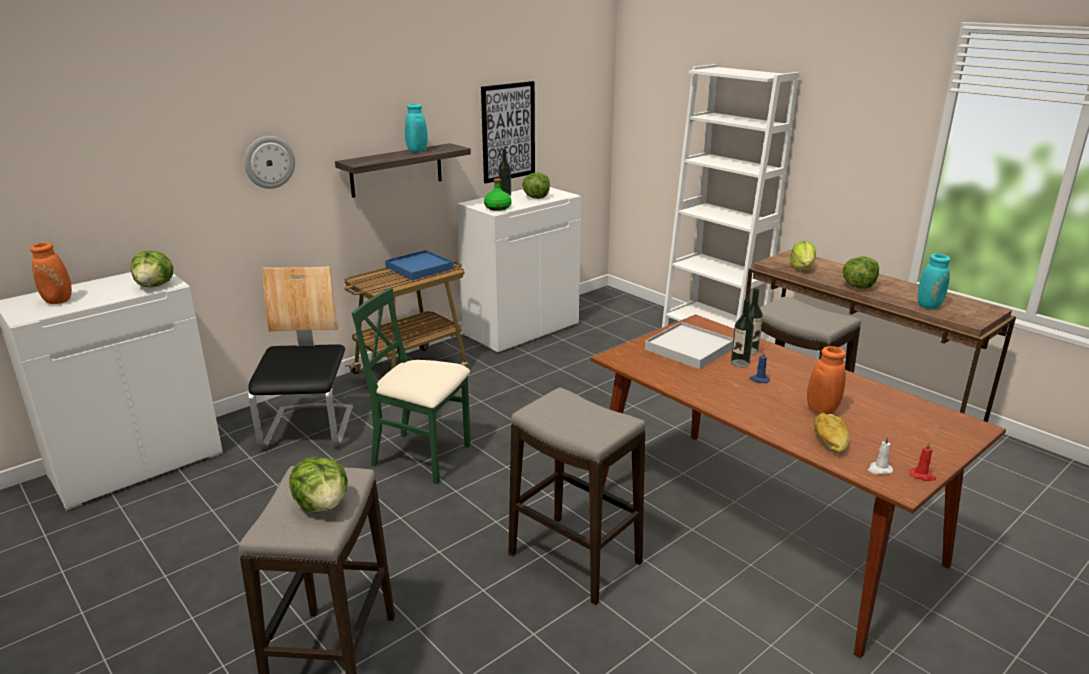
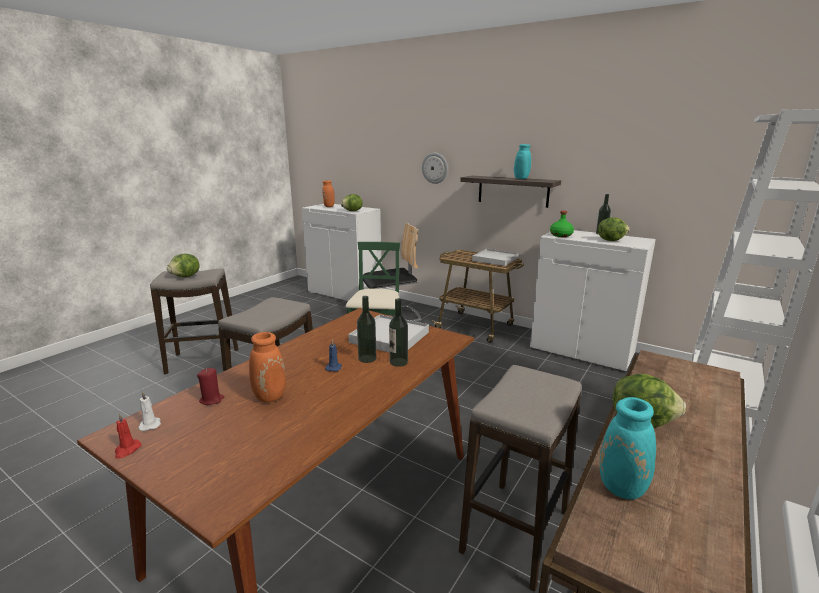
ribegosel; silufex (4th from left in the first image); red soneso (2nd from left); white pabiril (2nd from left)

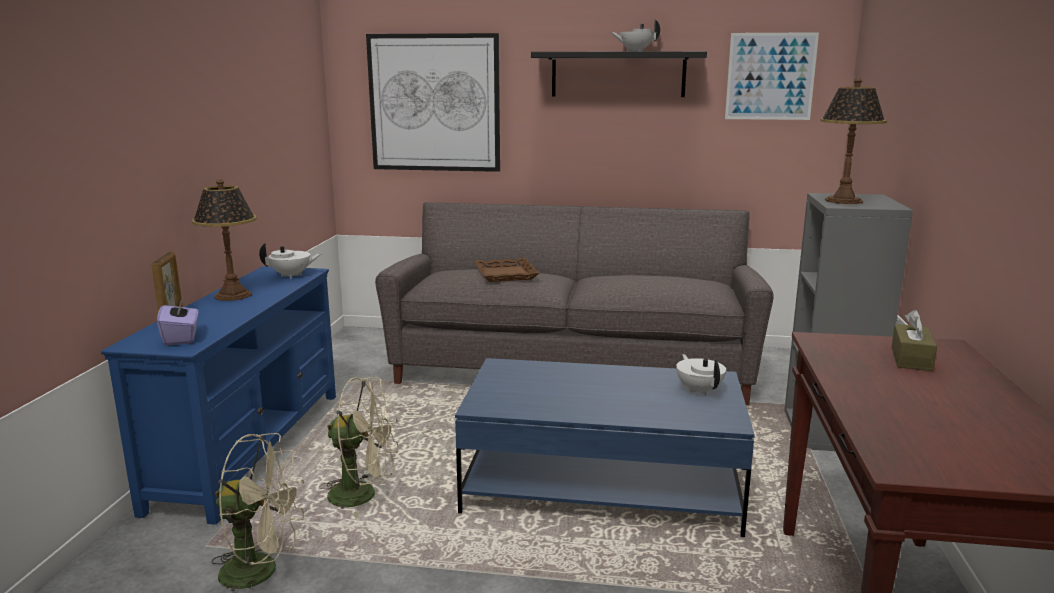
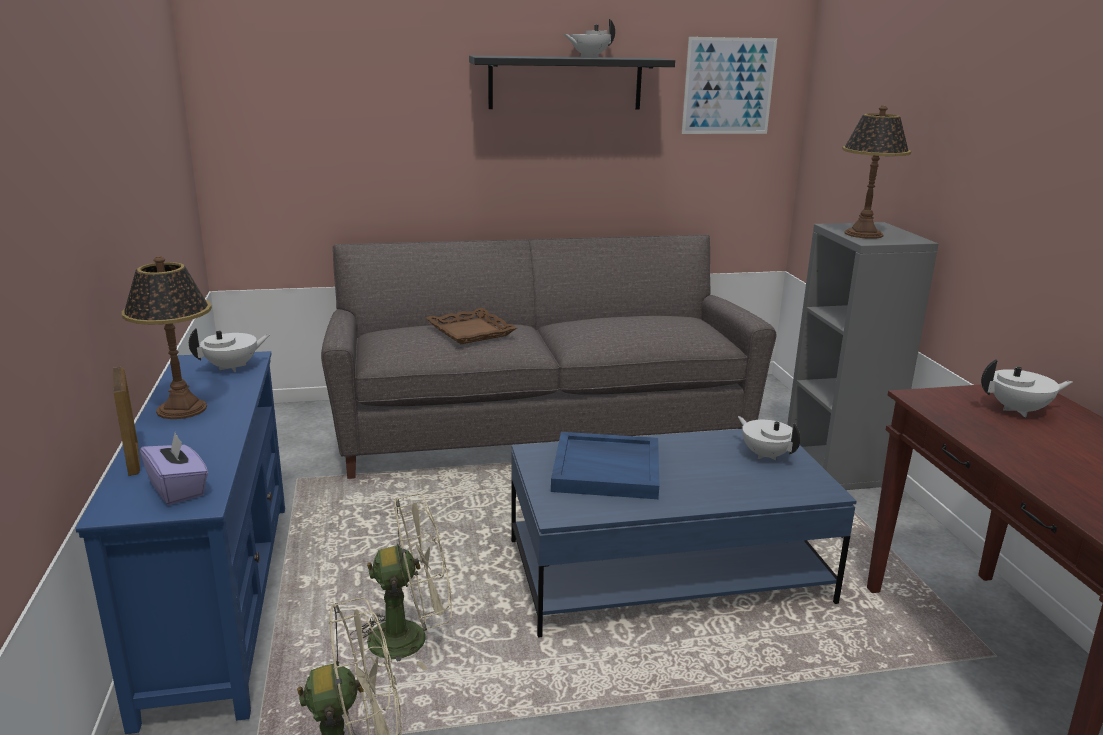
ribegosel (1st from left in the first image); blue pabiril; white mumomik (4th from left)

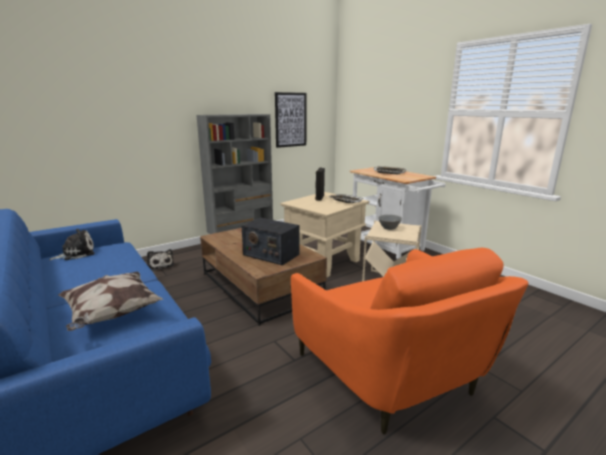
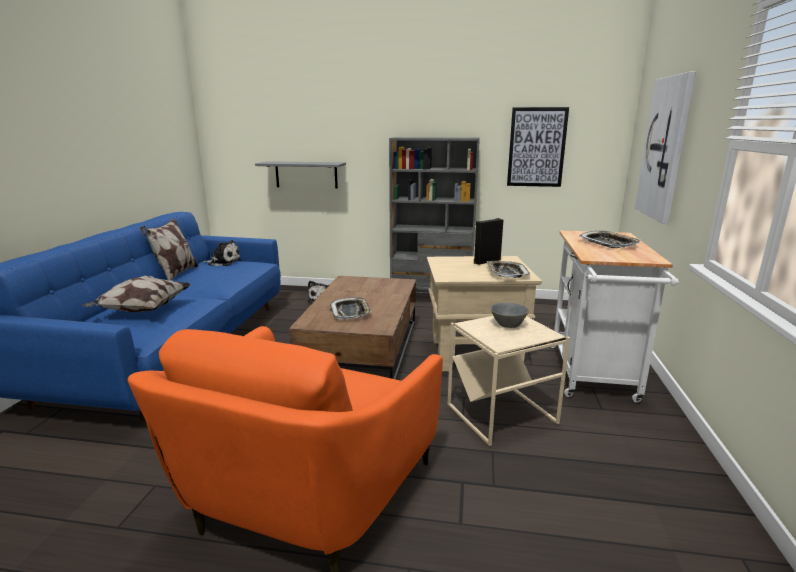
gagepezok (2nd from left); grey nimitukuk; ribegosel (2nd from left); pabiril (1st from left)

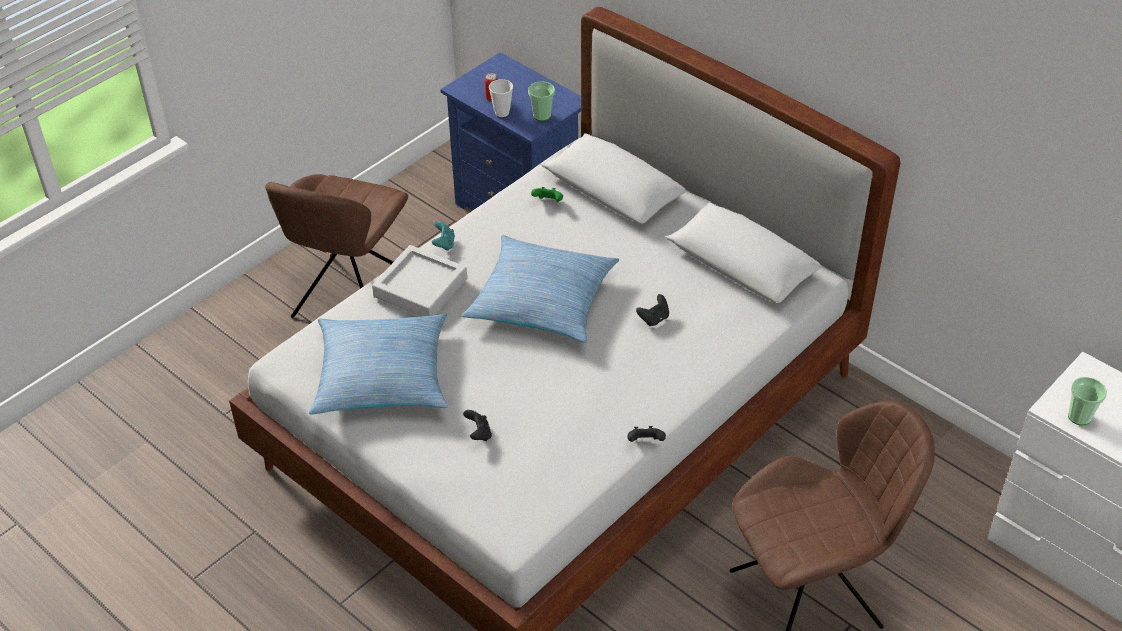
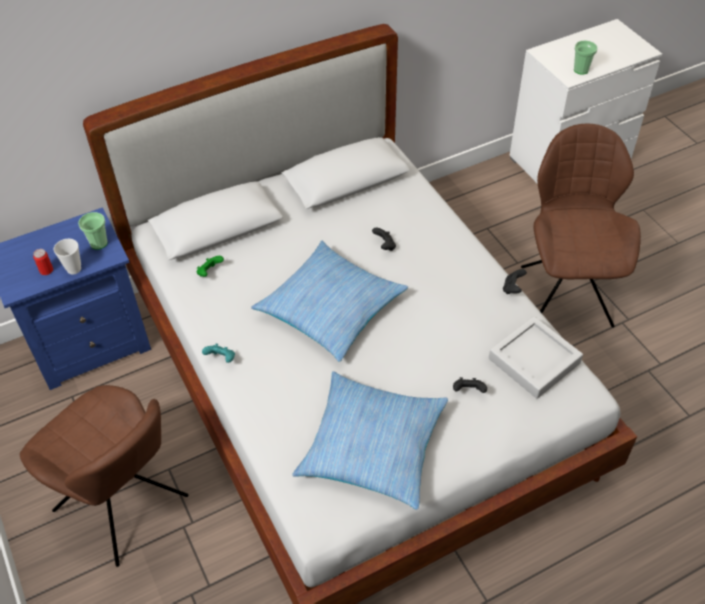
grey pabiril

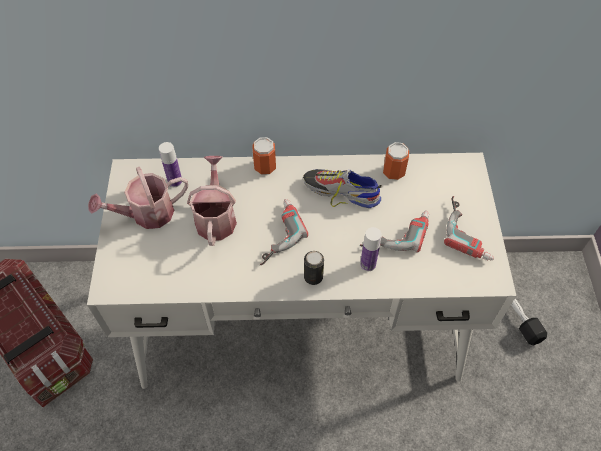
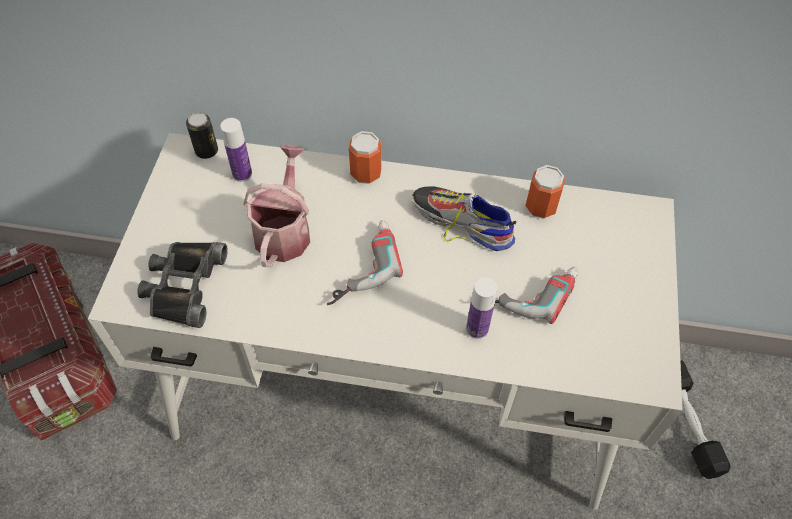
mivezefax (1st from left in the first image); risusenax (3rd from left in the first image); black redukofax; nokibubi (1st from left)

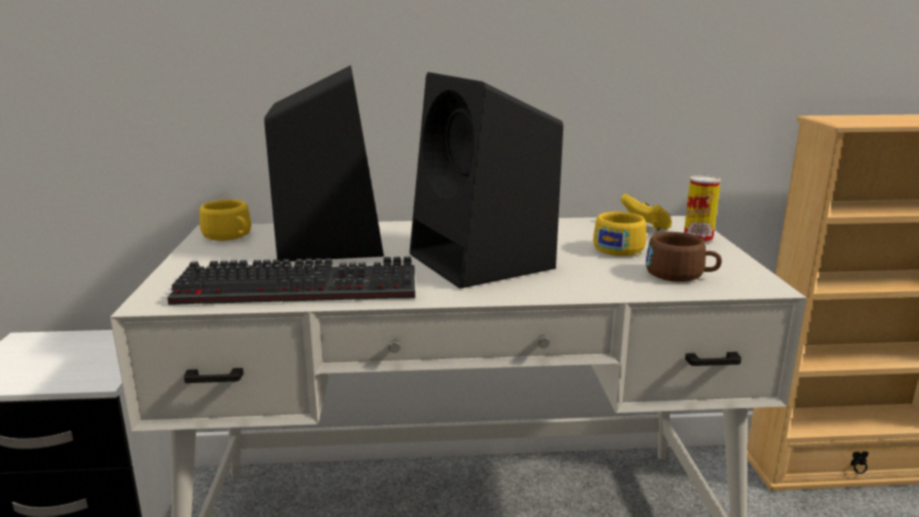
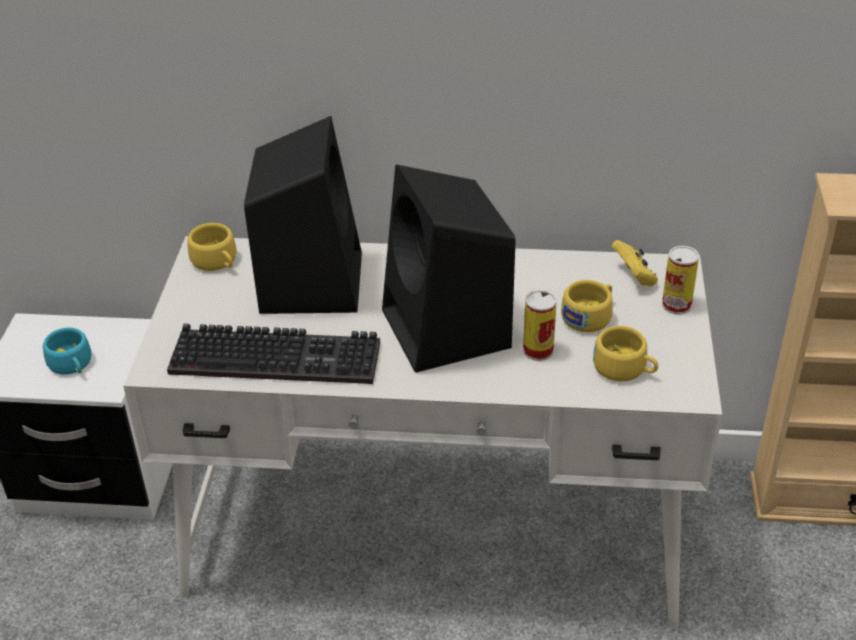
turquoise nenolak; nokibubi (1st from left); yellow nenolak (3rd from left)

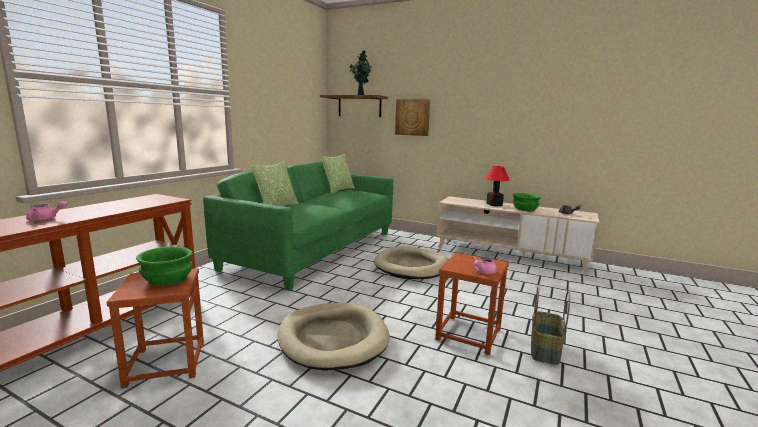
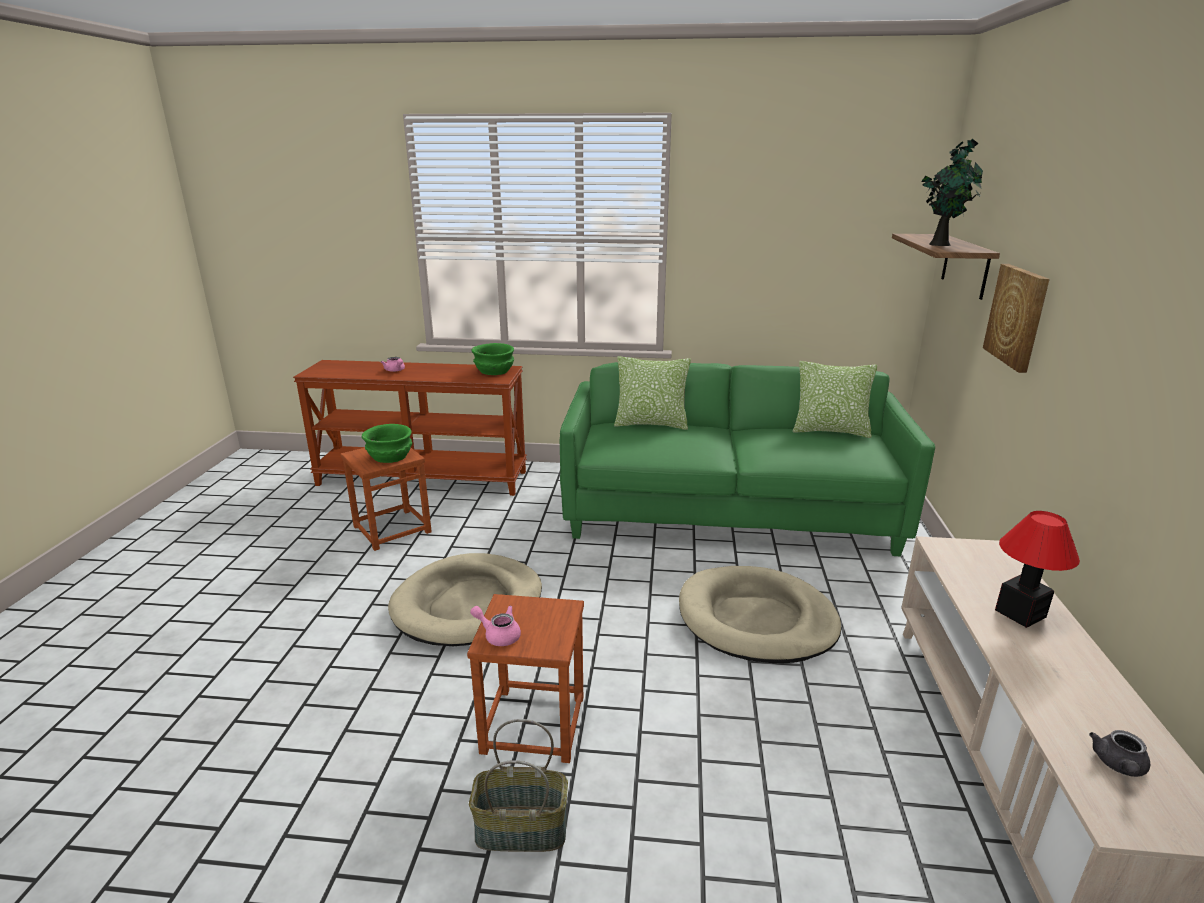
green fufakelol (2nd from left)

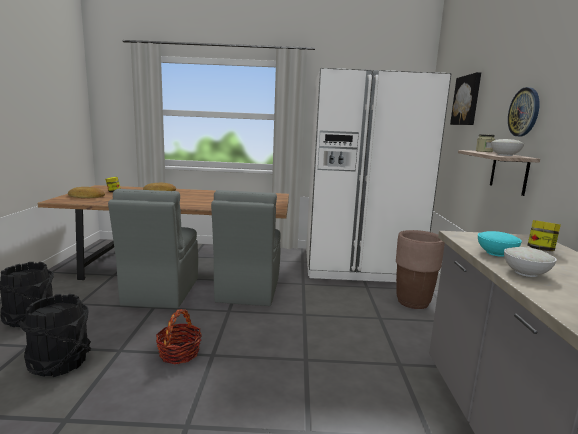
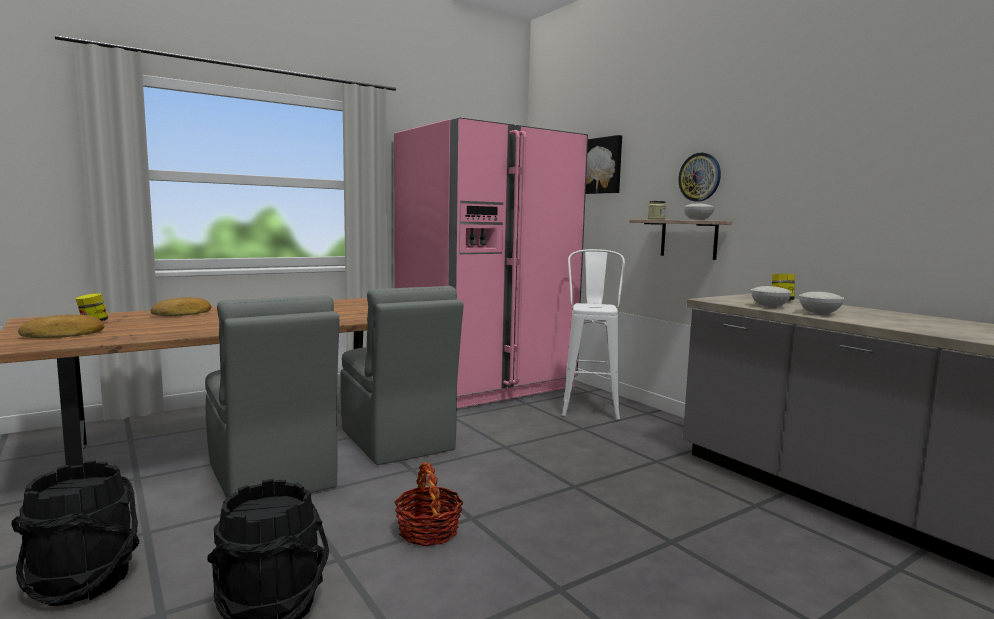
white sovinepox; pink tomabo; white fufakelol (2nd from left)

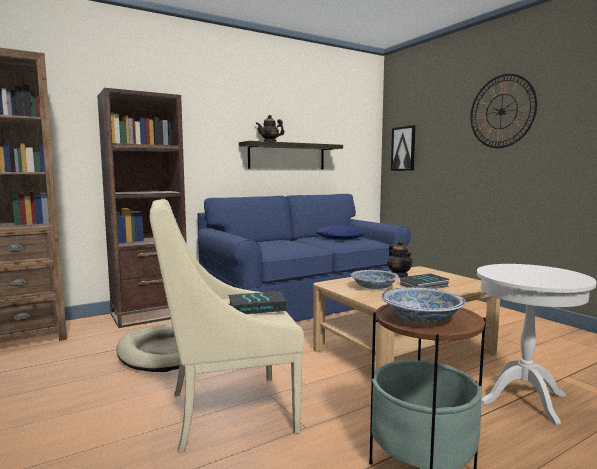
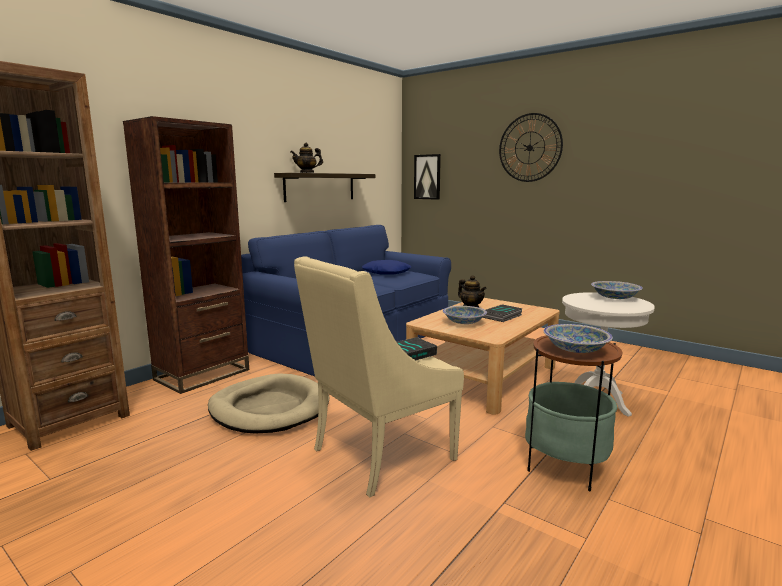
fufakelol (3rd from left)

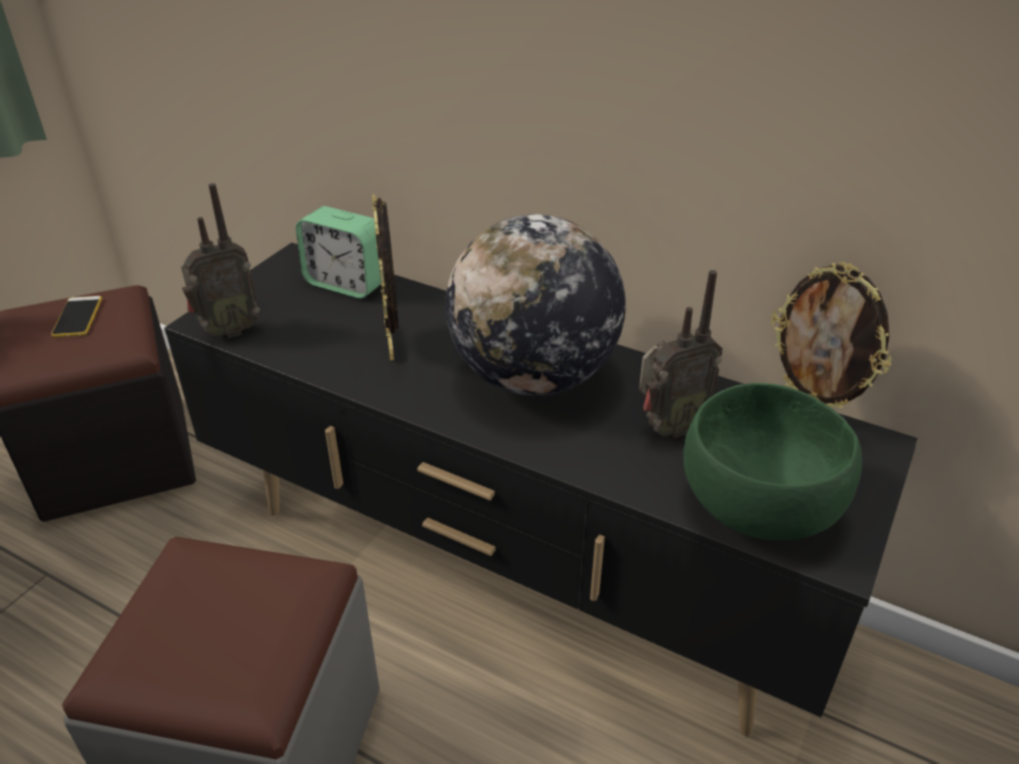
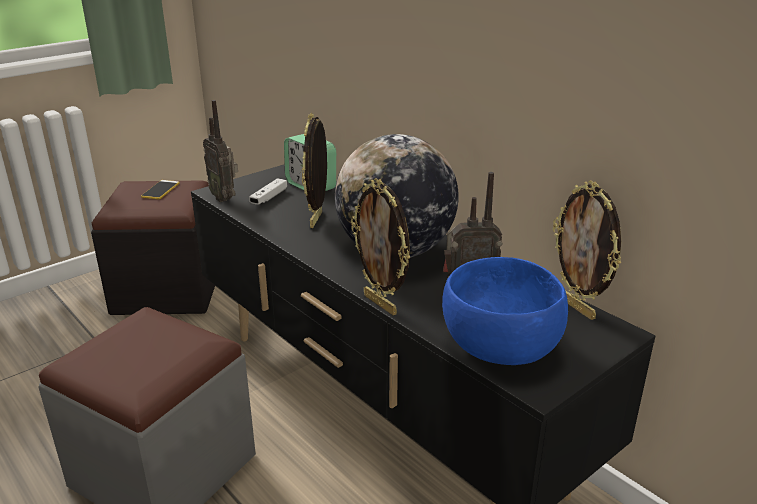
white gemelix; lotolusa (2nd from left); blue fufakelol; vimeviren (1st from left)

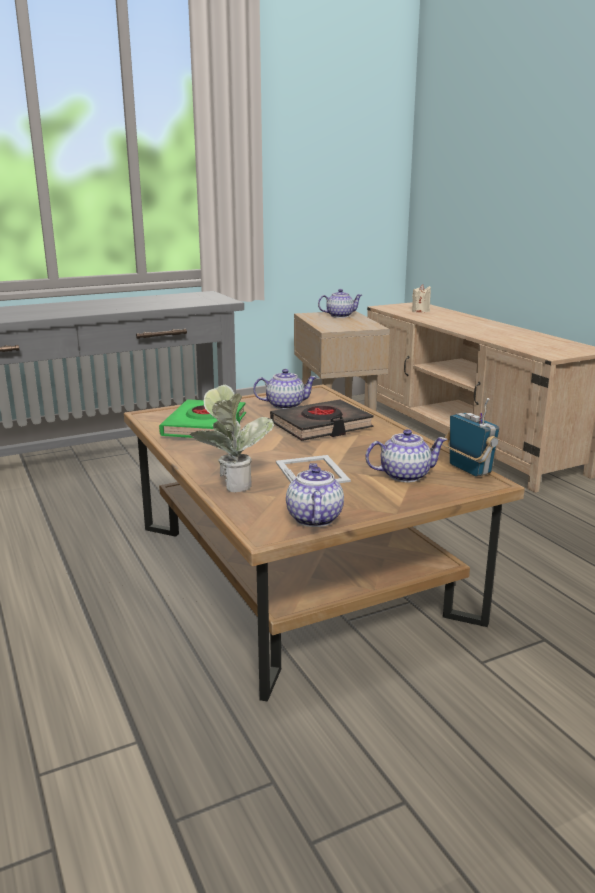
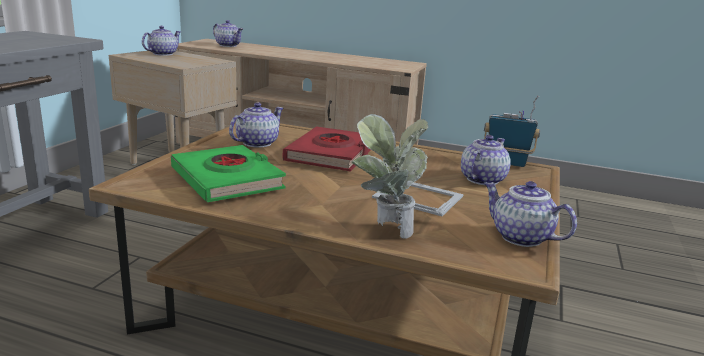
mumomik (2nd from left); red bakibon

